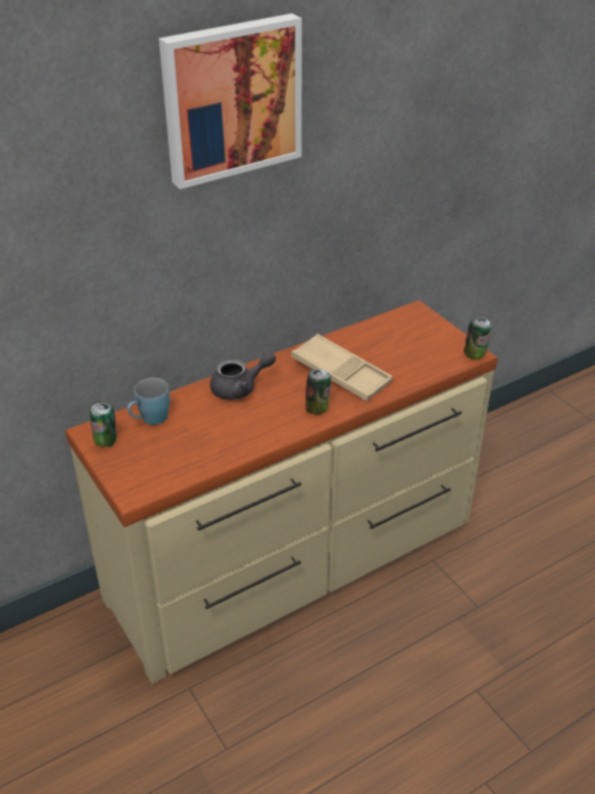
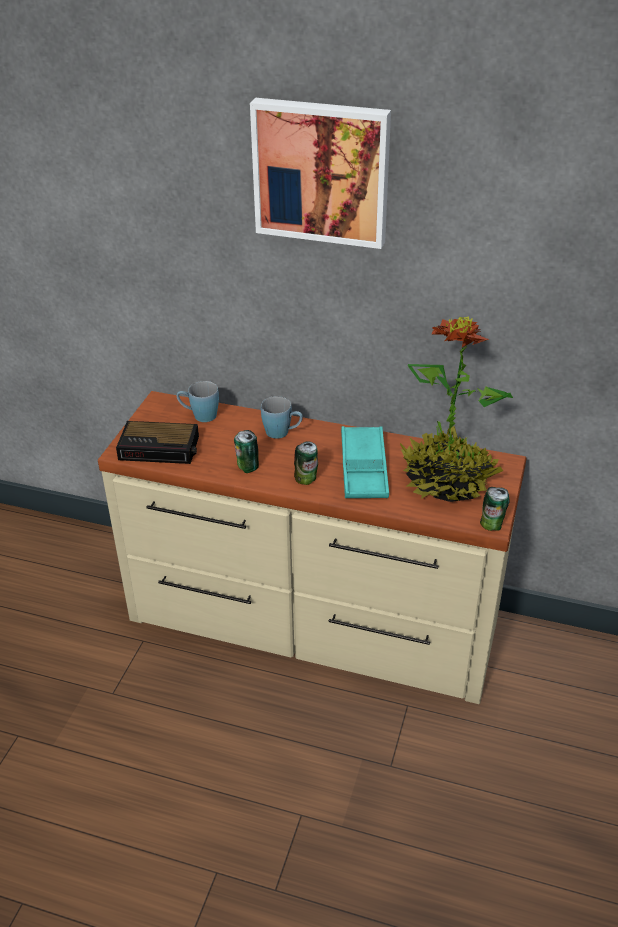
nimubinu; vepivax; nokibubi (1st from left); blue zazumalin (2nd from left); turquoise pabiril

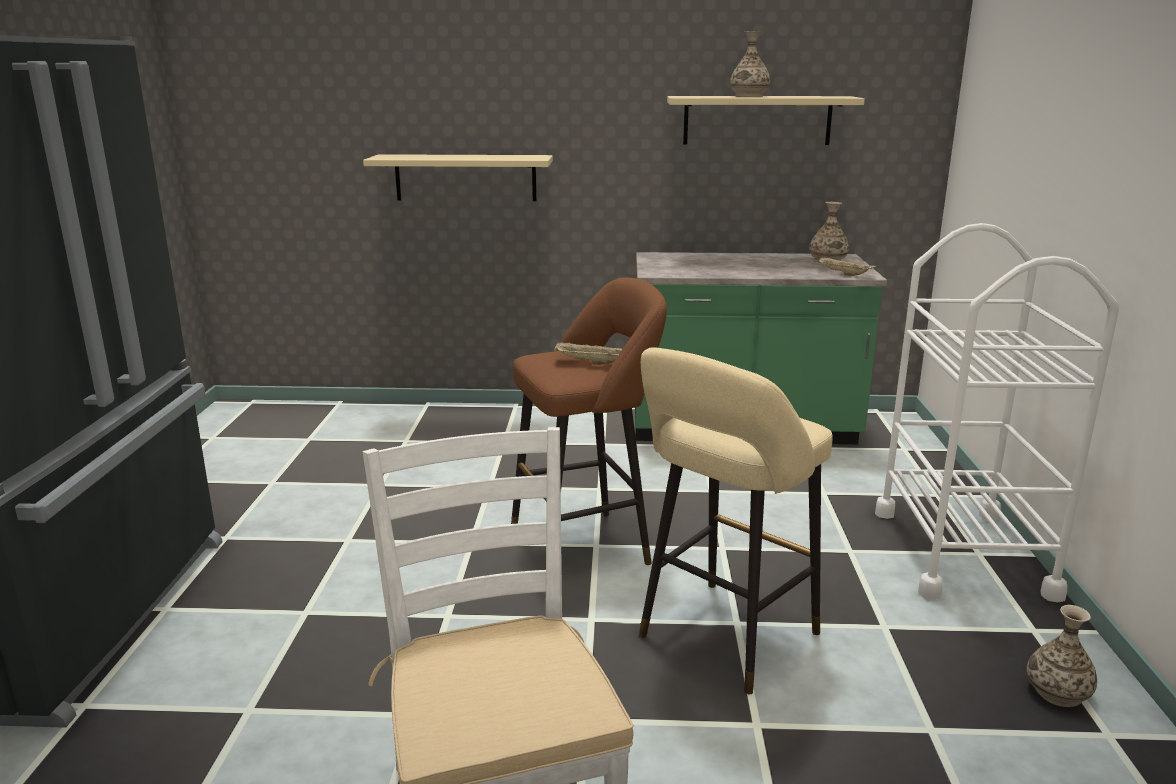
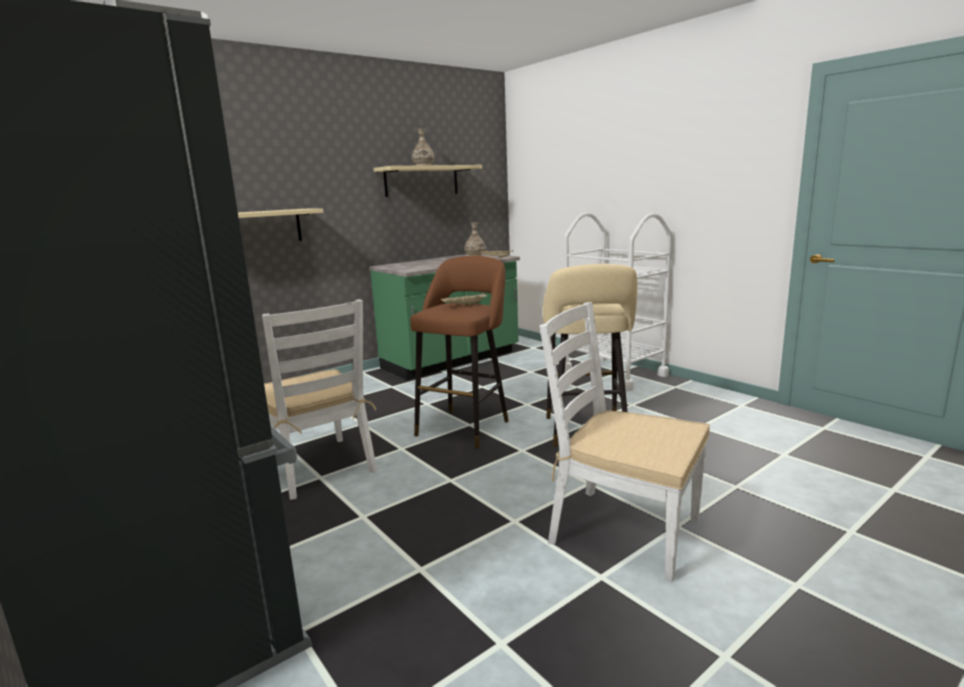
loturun (3rd from left in the first image); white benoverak (1st from left)

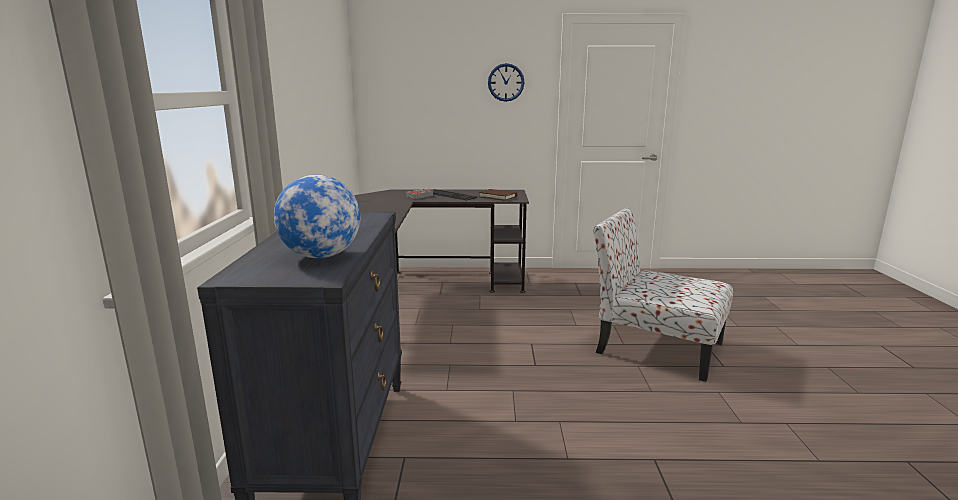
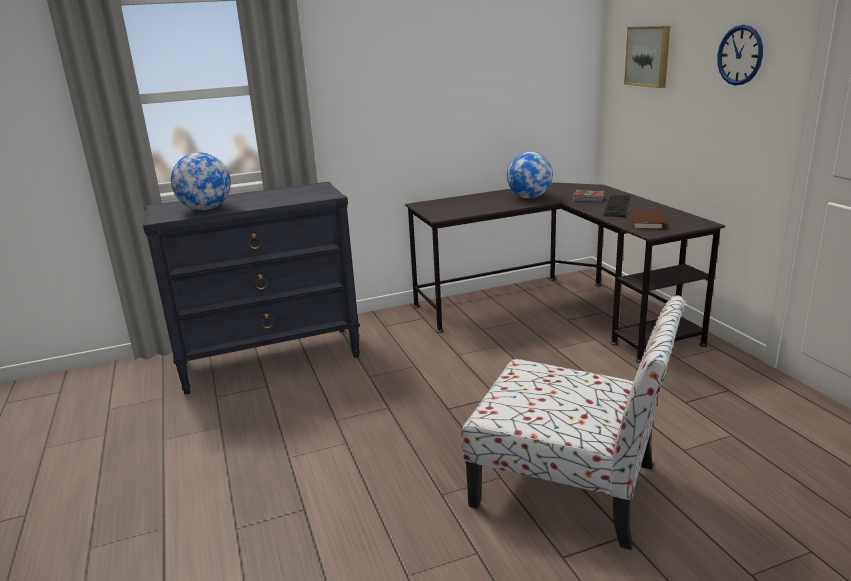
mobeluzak (2nd from left); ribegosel; benoverak

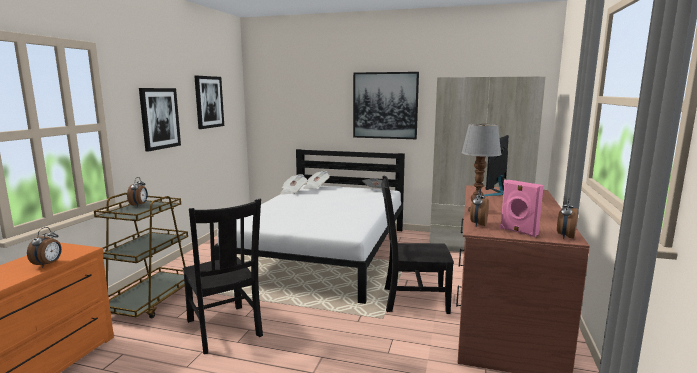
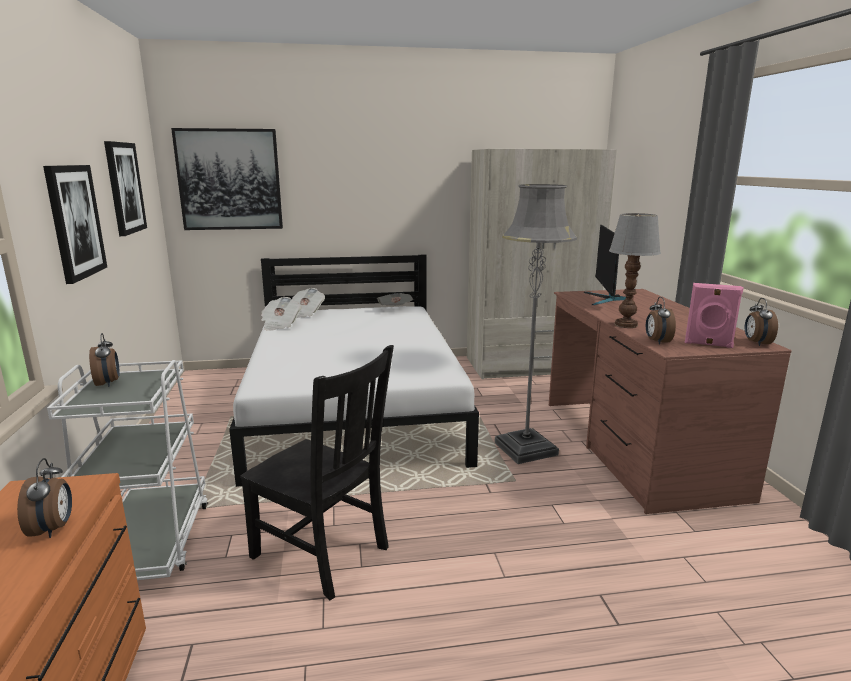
ribegosel (3rd from left); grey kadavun; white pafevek

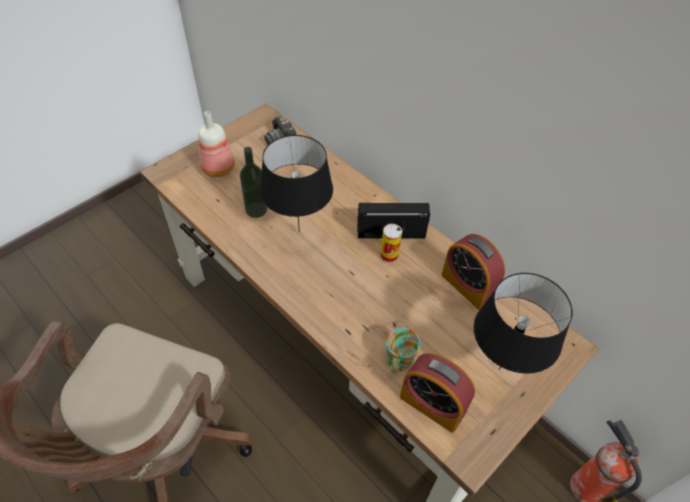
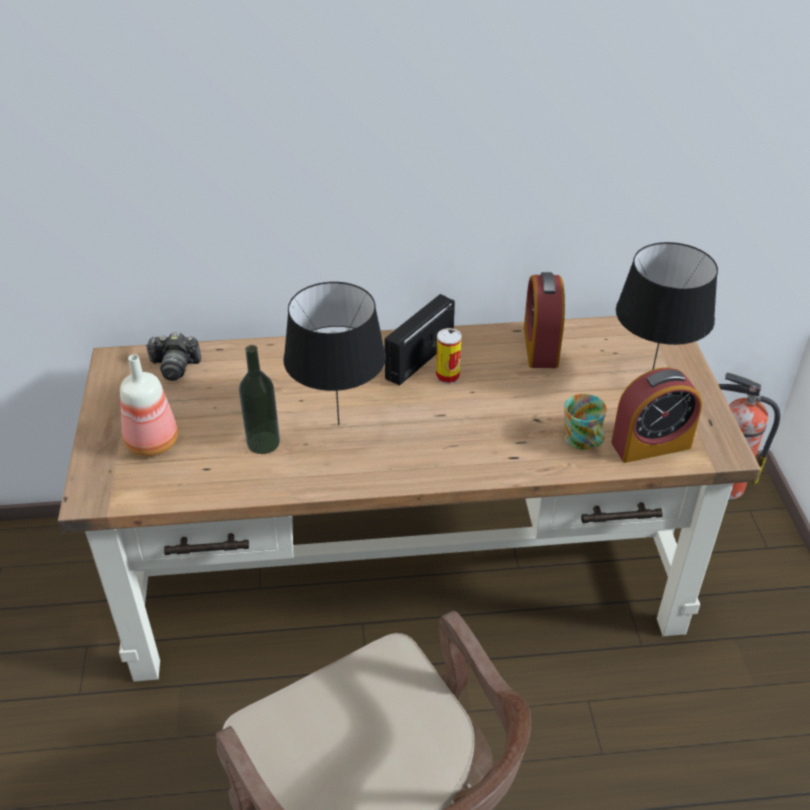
nimubinu (1st from left)

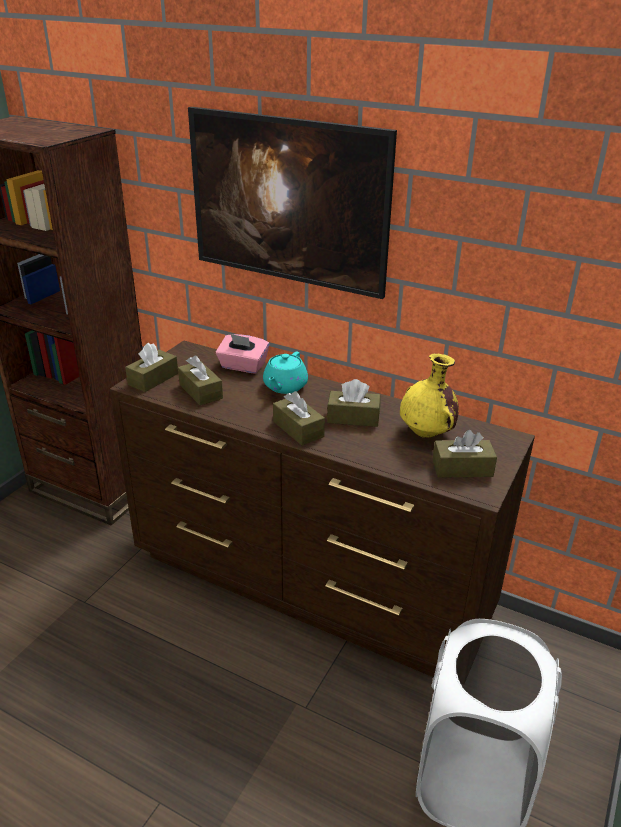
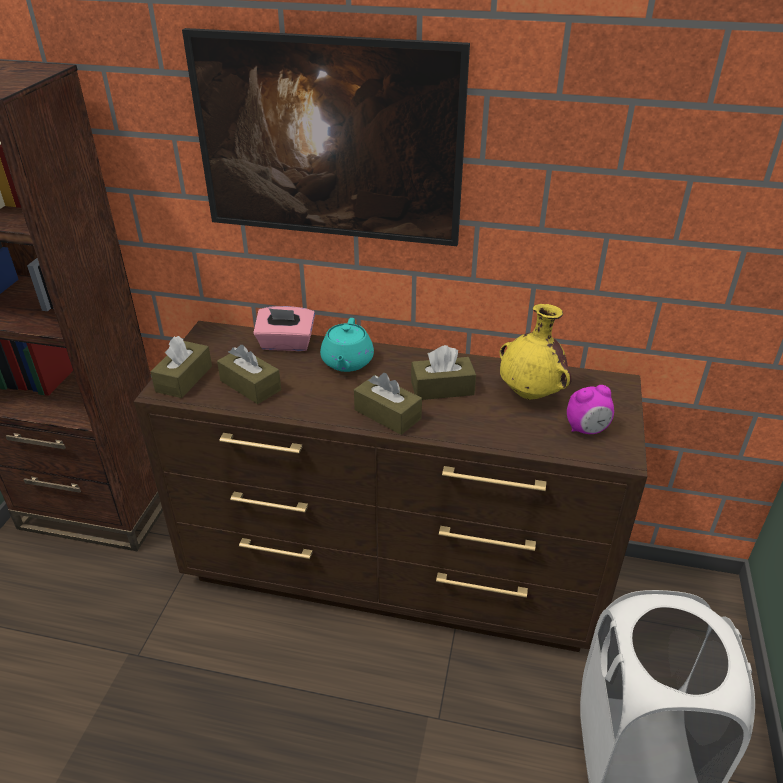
nimubinu

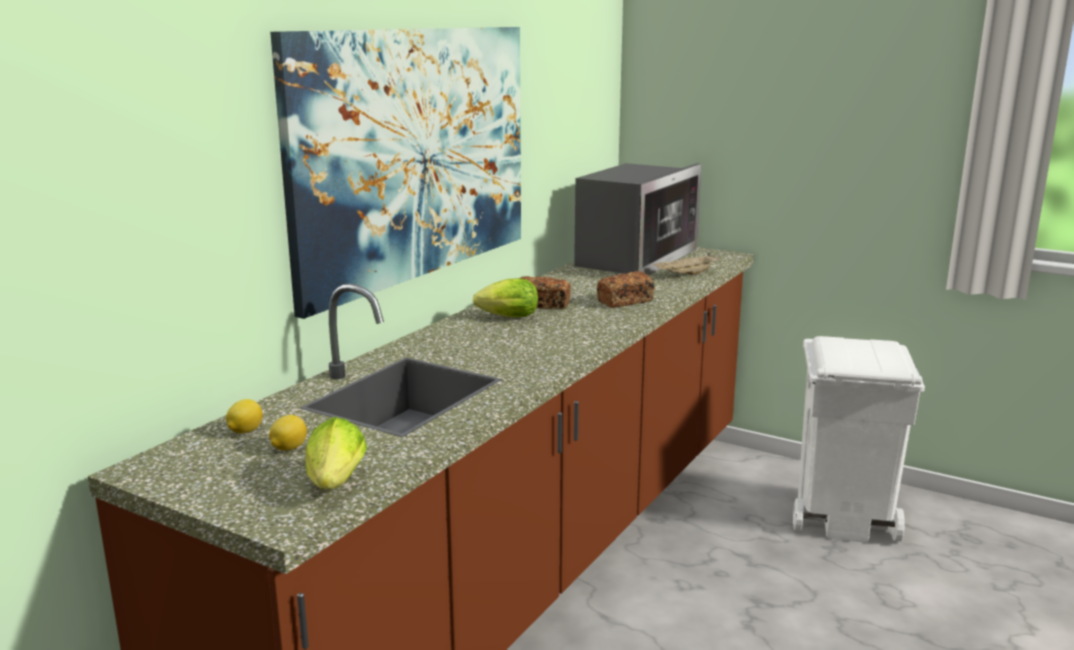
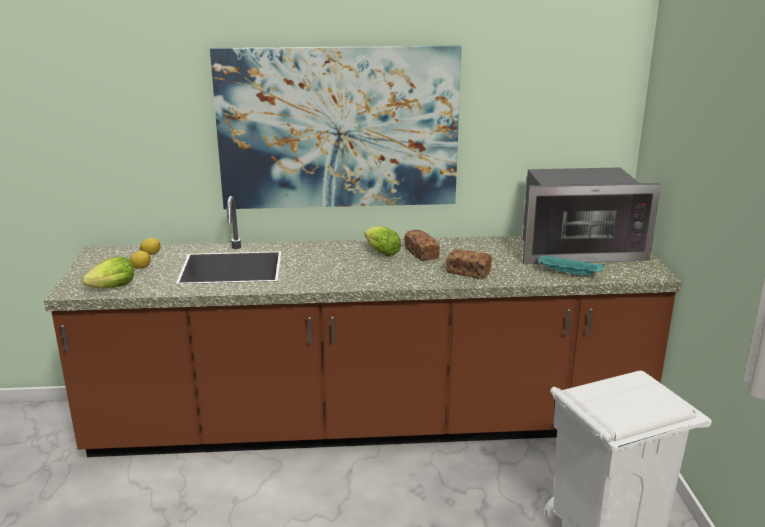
turquoise pabiril

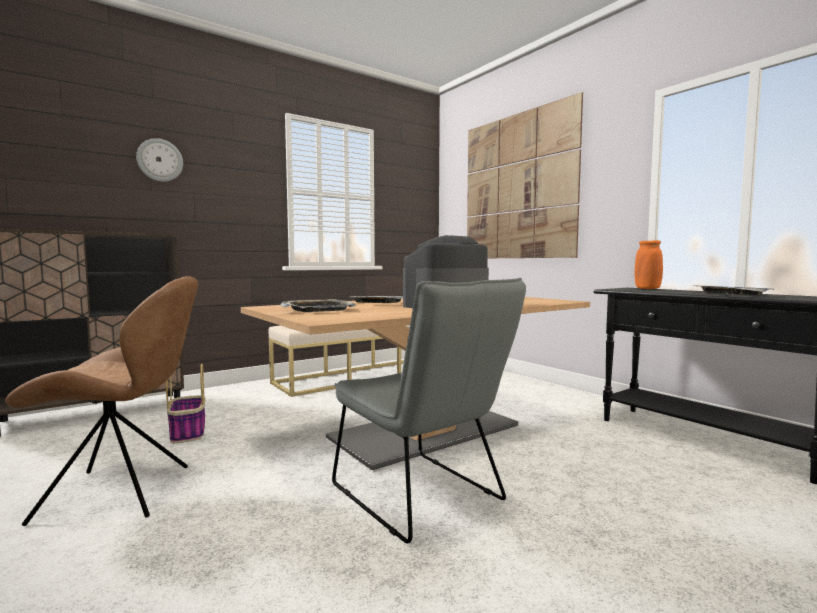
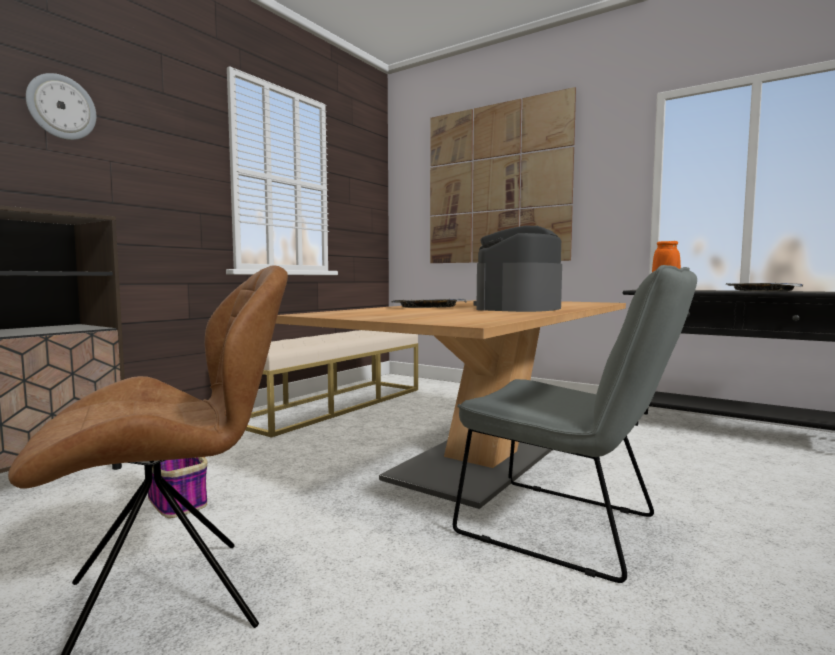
pabiril (1st from left in the first image)

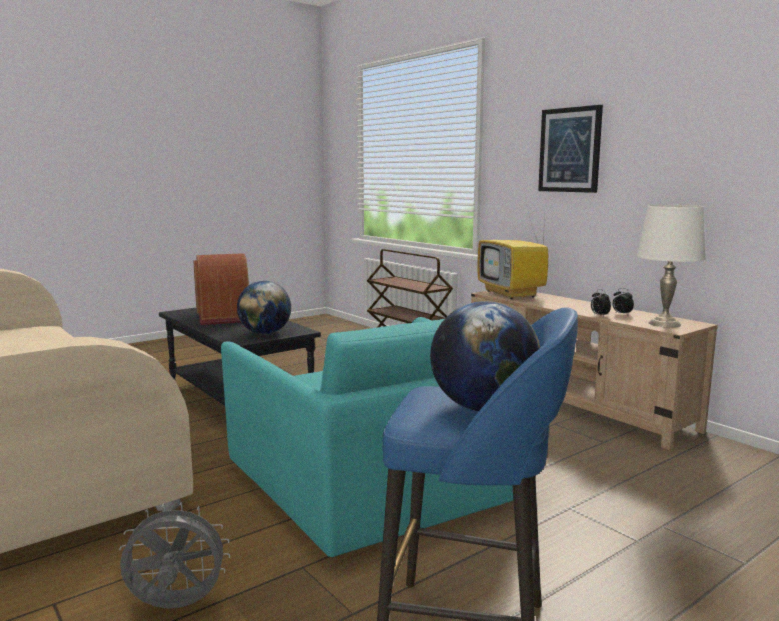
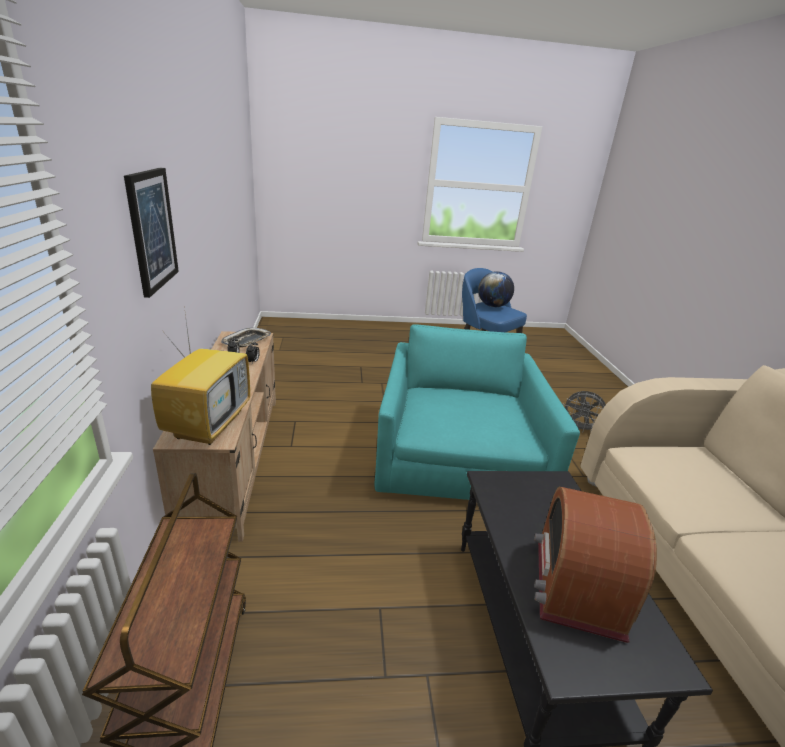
mobeluzak (1st from left in the first image); pabiril

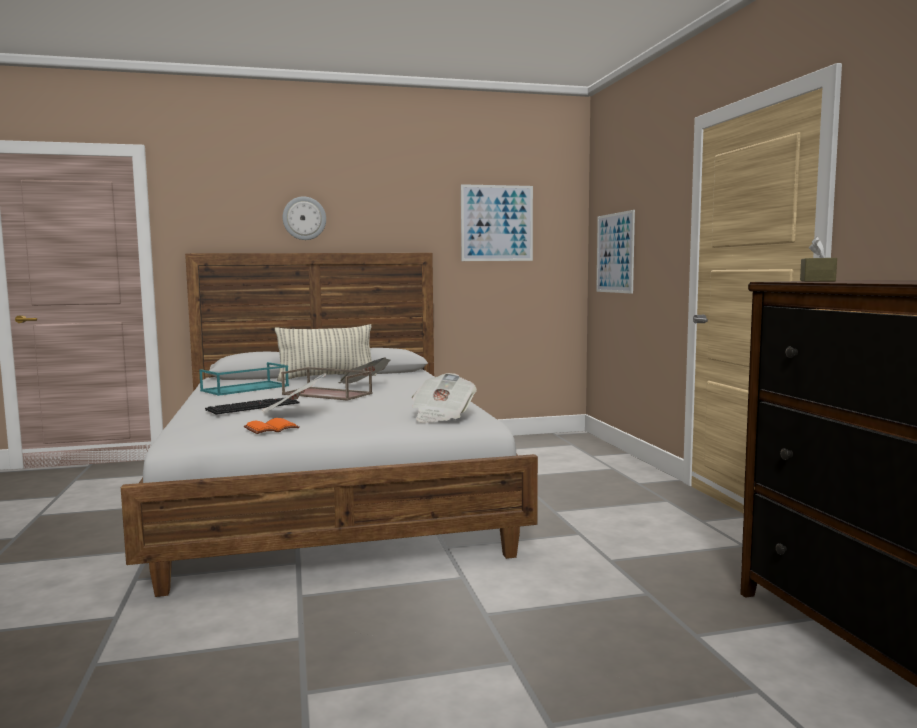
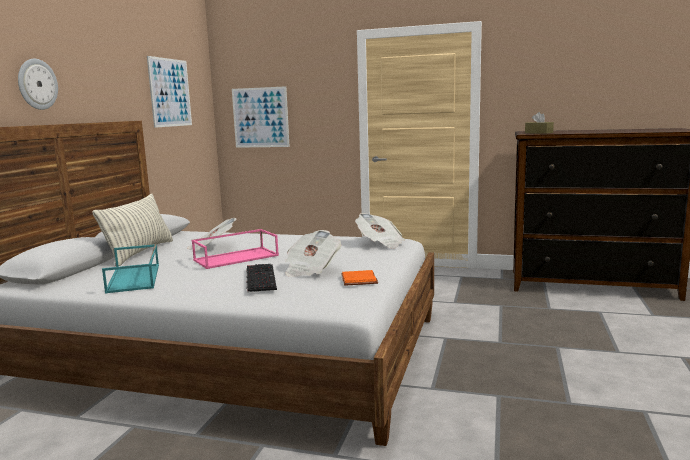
pink pabiril

